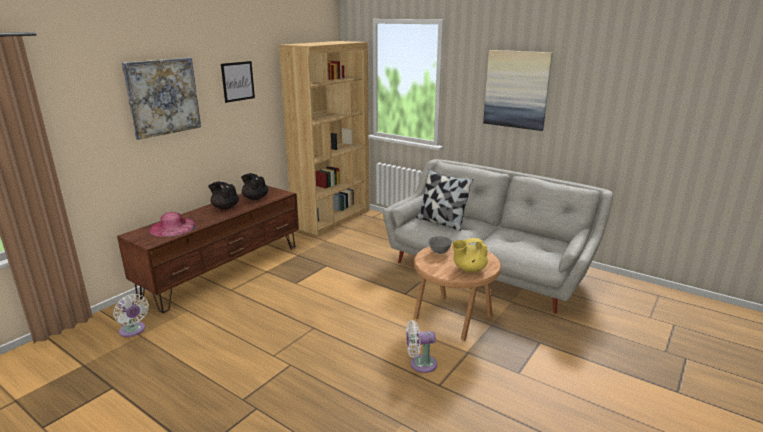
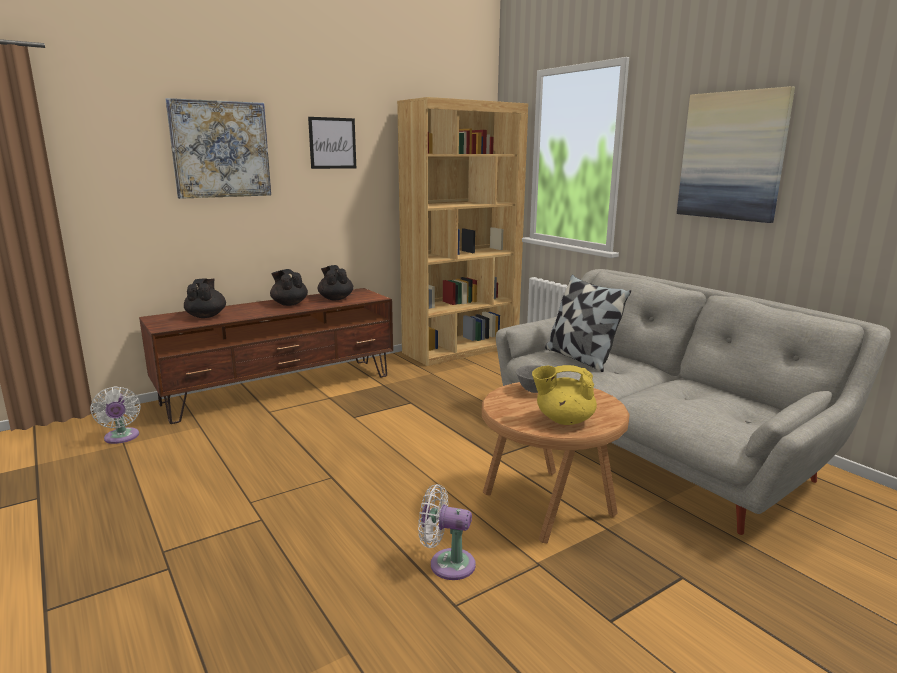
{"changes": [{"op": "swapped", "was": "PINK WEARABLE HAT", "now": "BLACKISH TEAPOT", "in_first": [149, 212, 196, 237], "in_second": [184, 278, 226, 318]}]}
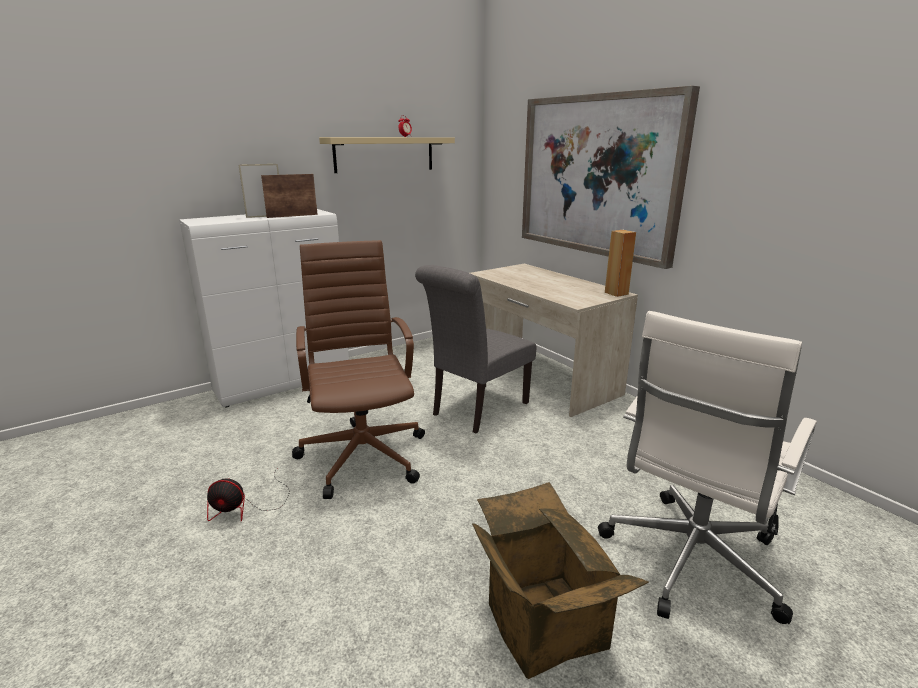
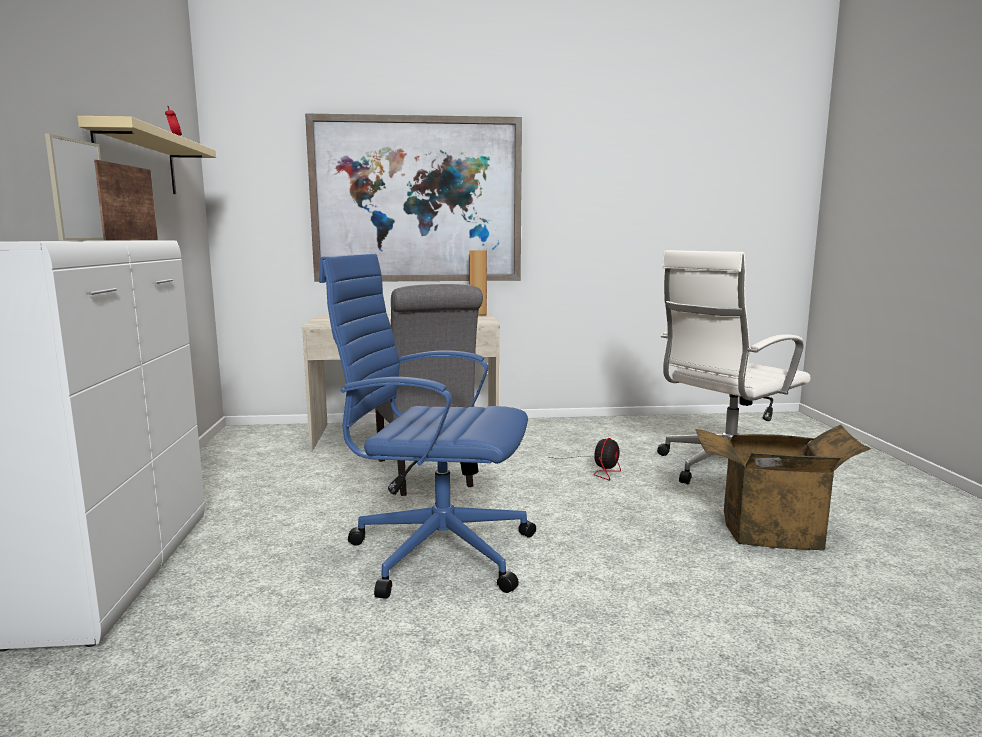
{"changes": [{"op": "repainted", "was": "BROWN COMPUTER CHAIR", "now": "BLUE COMPUTER CHAIR", "in_first": [292, 240, 425, 499], "in_second": [319, 253, 536, 599]}, {"op": "shifted", "was": "FAN", "in_first": [207, 469, 290, 522], "in_second": [550, 438, 621, 481]}, {"op": "rotated", "was": "WHITISH COMPUTER CHAIR", "in_first": [598, 311, 817, 624], "in_second": [657, 250, 811, 484], "clockwise": 75}]}
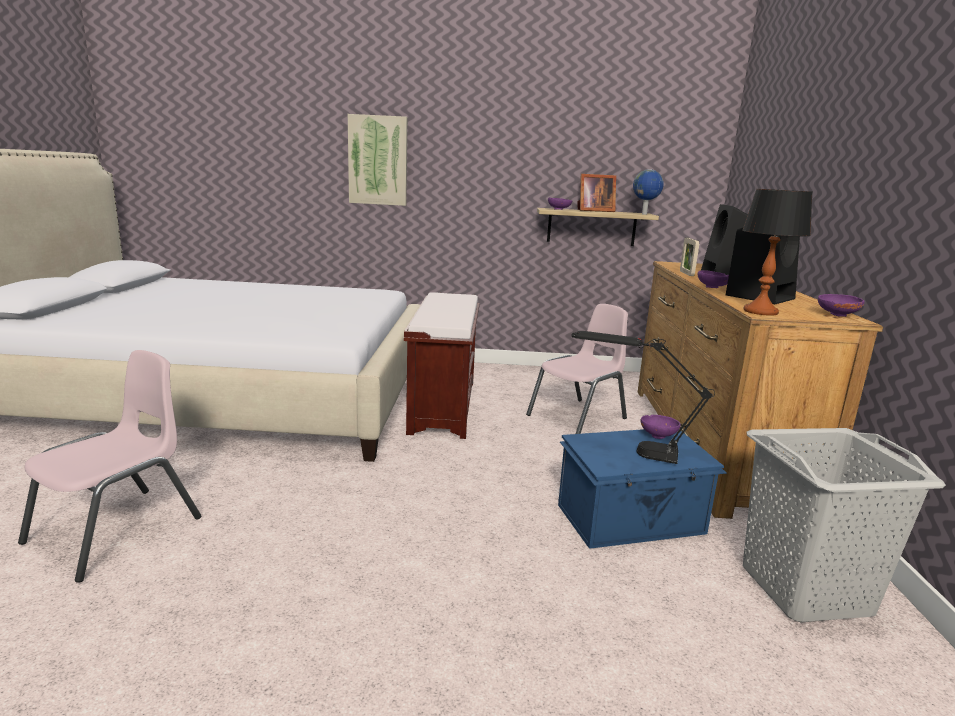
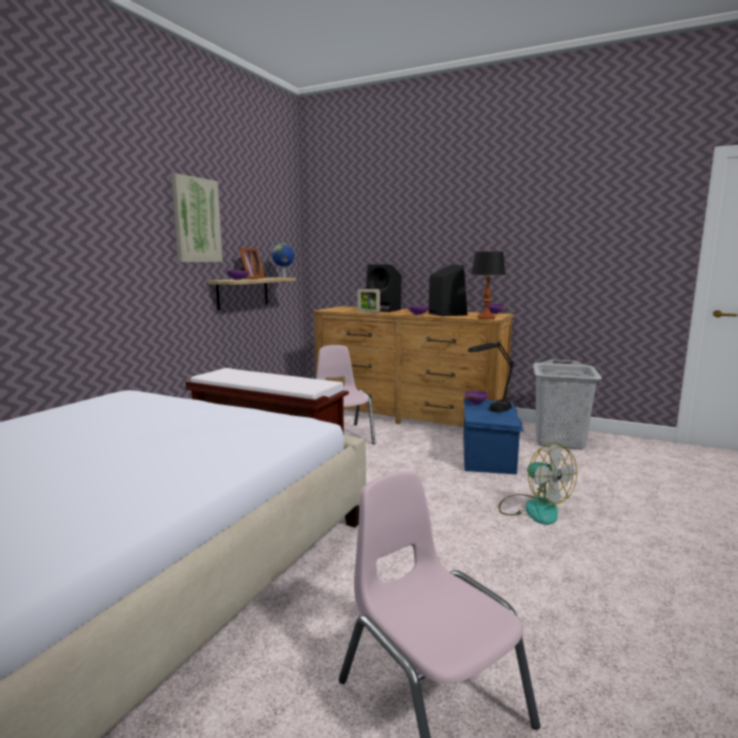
{"changes": [{"op": "shifted", "was": "WALL PICTURE", "in_first": [348, 114, 407, 206], "in_second": [171, 173, 223, 262]}, {"op": "new", "now": "FAN", "in_second": [499, 443, 577, 525]}]}
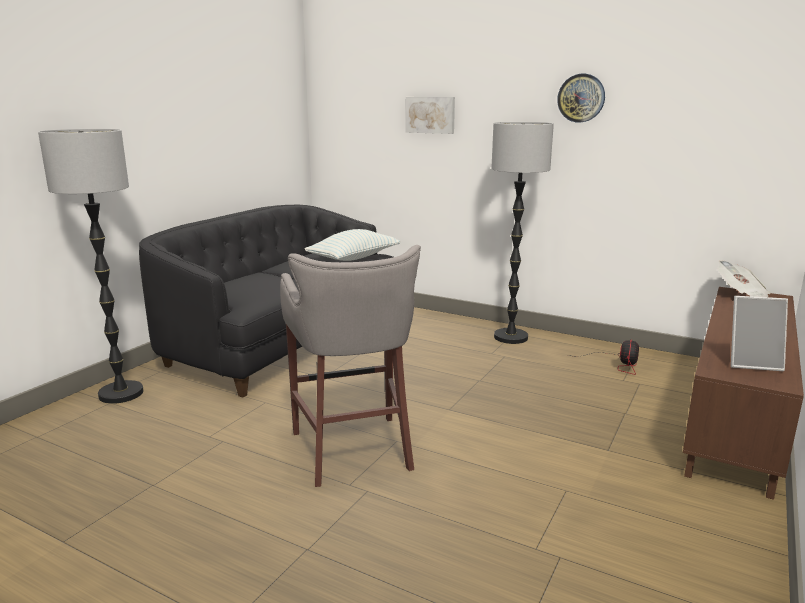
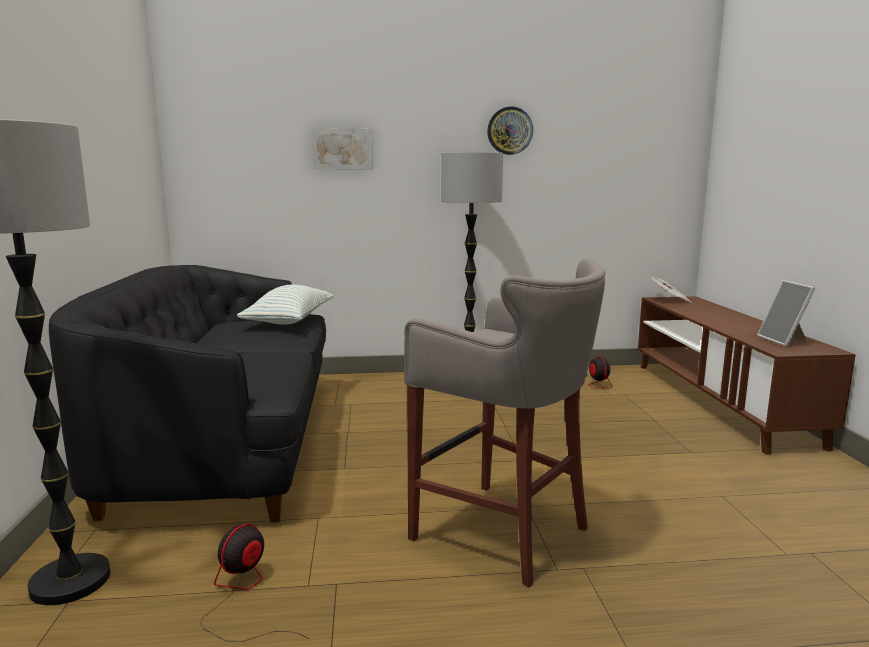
{"changes": [{"op": "new", "now": "FAN", "in_second": [201, 524, 309, 642]}, {"op": "rotated", "was": "PICTURE FRAME", "in_first": [731, 296, 788, 371], "in_second": [757, 280, 815, 347], "clockwise": 105}]}
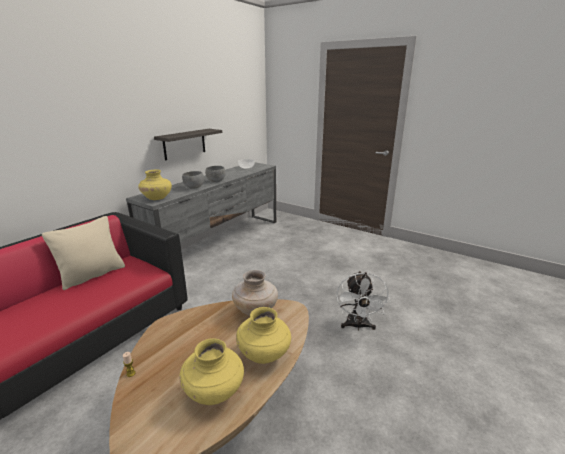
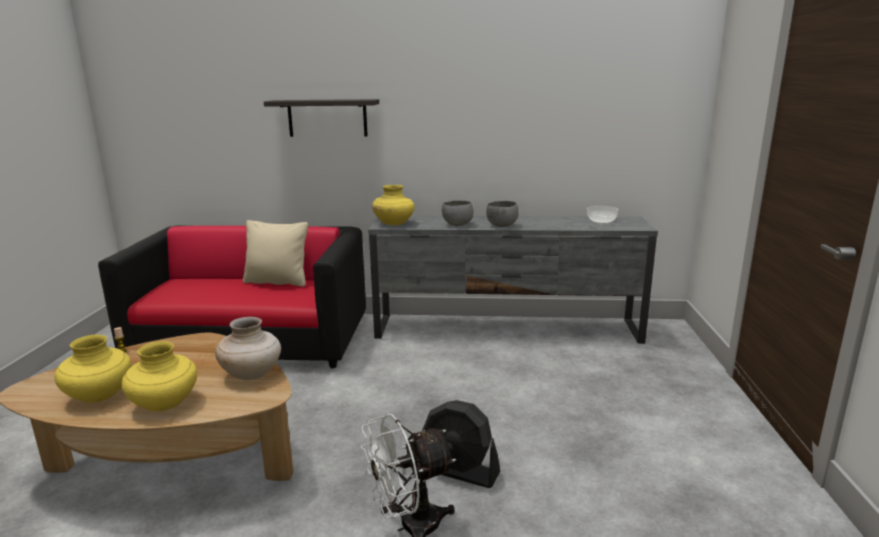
{"changes": [{"op": "shifted", "was": "WALL SHELF", "in_first": [154, 129, 222, 160], "in_second": [264, 99, 379, 137]}, {"op": "new", "now": "BLACKISH FAN", "in_second": [422, 400, 500, 488]}]}
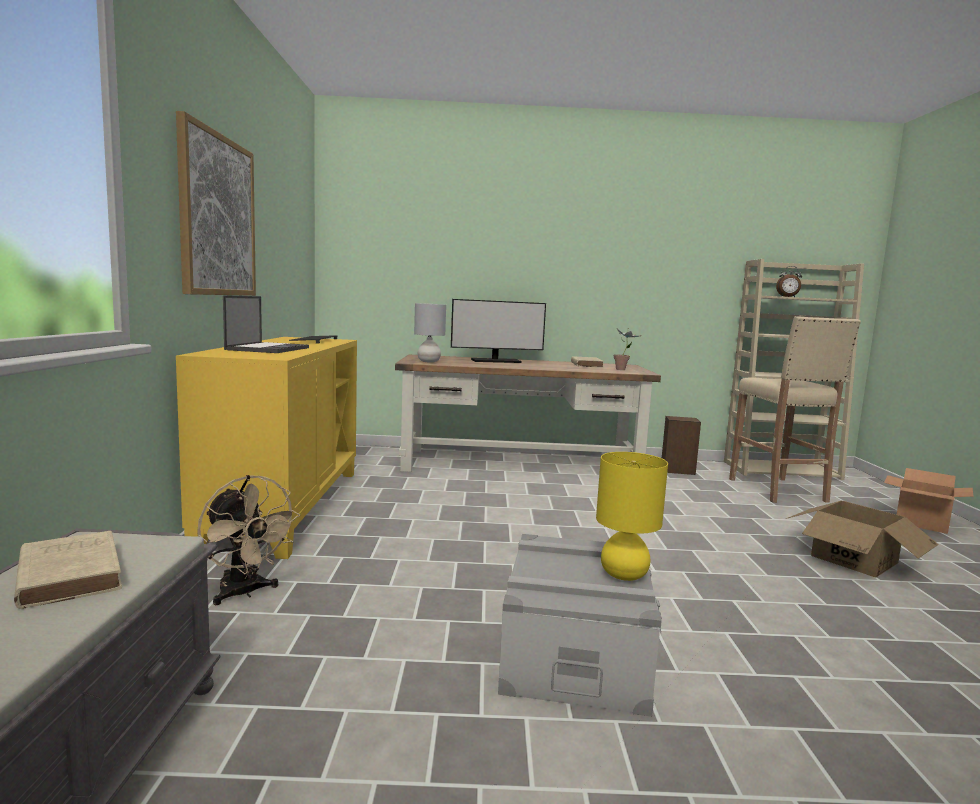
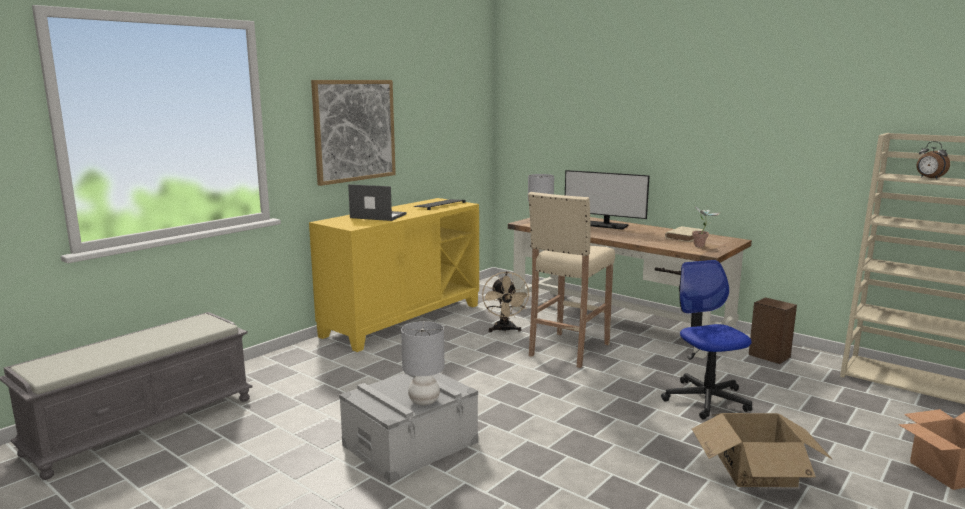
{"changes": [{"op": "rotated", "was": "PORTABLE COMPUTER", "in_first": [223, 295, 309, 353], "in_second": [348, 184, 406, 221], "clockwise": -120}, {"op": "repainted", "was": "YELLOW-COLOURED TABLETOP LAMP", "now": "GREY TABLETOP LAMP", "in_first": [596, 452, 668, 581], "in_second": [401, 321, 444, 405]}, {"op": "shifted", "was": "BEIGE FAN", "in_first": [197, 475, 300, 605], "in_second": [482, 271, 530, 333]}, {"op": "shifted", "was": "BEIGE STOOL", "in_first": [729, 316, 861, 503], "in_second": [528, 192, 615, 368]}, {"op": "new", "now": "COMPUTER CHAIR", "in_second": [661, 260, 752, 419]}, {"op": "gone", "was": "BEIGE BOUND BOOK", "in_first": [14, 531, 122, 609]}]}
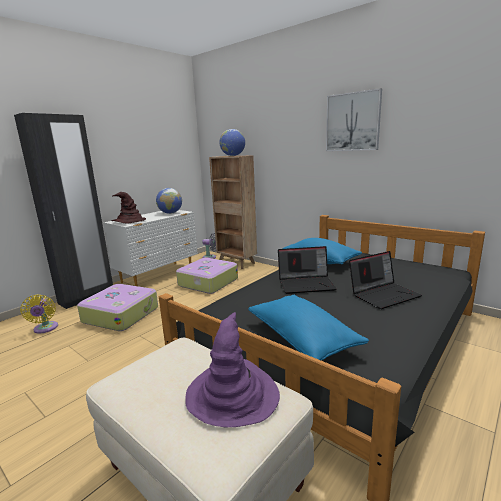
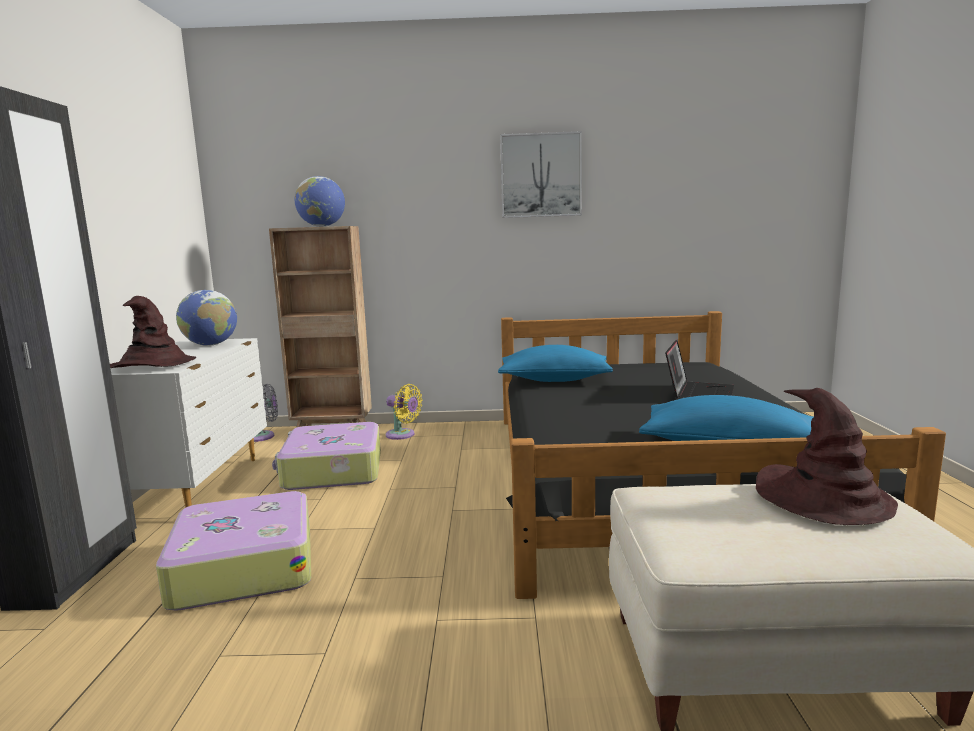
{"changes": [{"op": "shifted", "was": "YELLOW-COLOURED FAN", "in_first": [20, 295, 58, 334], "in_second": [386, 384, 422, 440]}, {"op": "repainted", "was": "PURPLE WEARABLE HAT", "now": "BROWN WEARABLE HAT", "in_first": [185, 312, 280, 427], "in_second": [756, 388, 898, 525]}, {"op": "gone", "was": "PORTABLE COMPUTER", "in_first": [278, 246, 337, 294]}]}
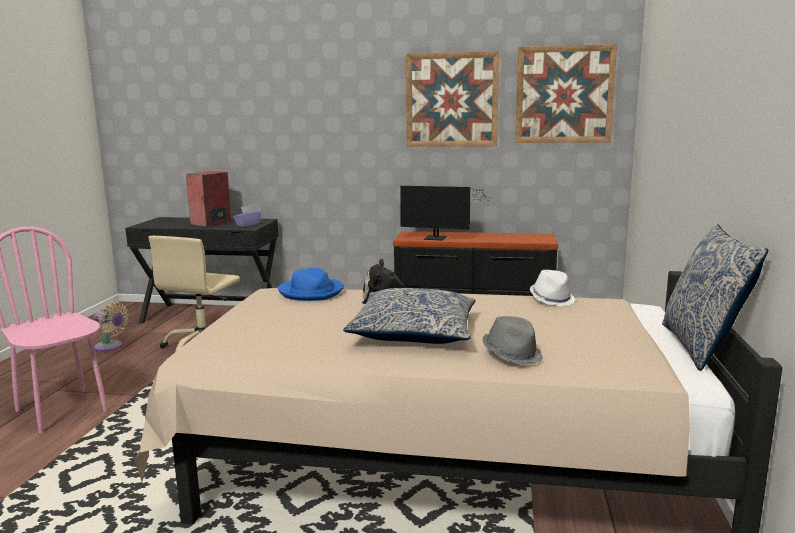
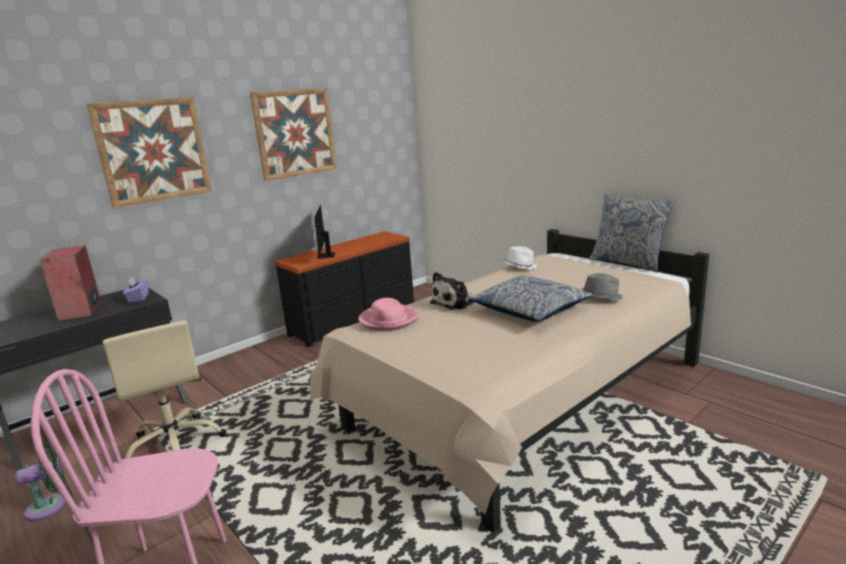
{"changes": [{"op": "repainted", "was": "BEIGE FAN", "now": "GREEN-COLOURED FAN", "in_first": [94, 301, 129, 351], "in_second": [15, 444, 65, 521]}, {"op": "shifted", "was": "WALL PICTURE", "in_first": [515, 44, 617, 143], "in_second": [86, 97, 212, 208]}, {"op": "rotated", "was": "COMPUTER SCREEN", "in_first": [400, 186, 494, 241], "in_second": [313, 205, 335, 259], "clockwise": 120}, {"op": "repainted", "was": "BLUE WEARABLE HAT", "now": "PINK WEARABLE HAT", "in_first": [278, 268, 344, 301], "in_second": [358, 298, 419, 331]}]}
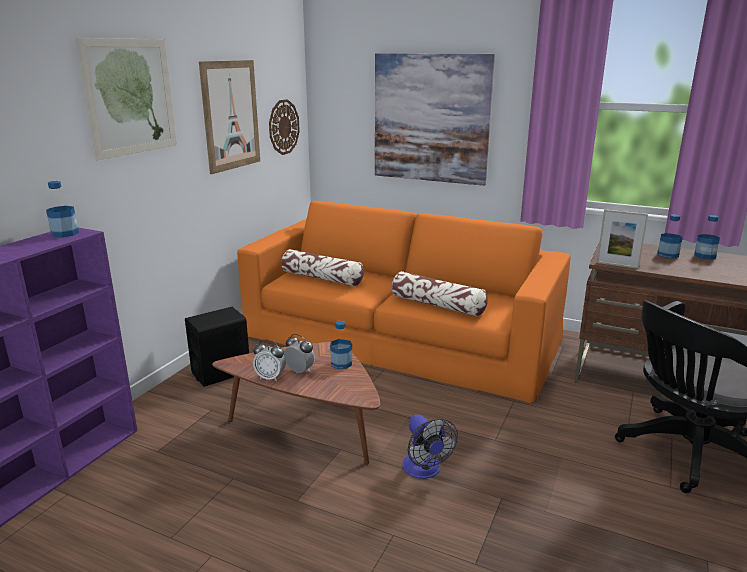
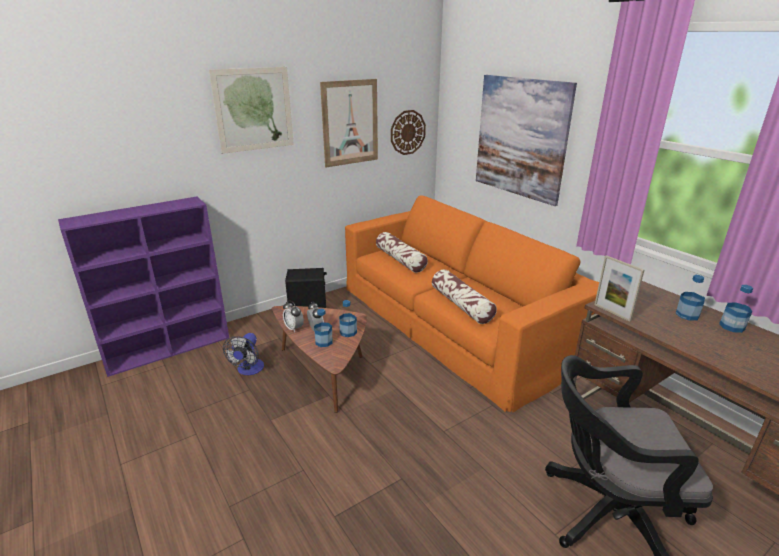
{"changes": [{"op": "shifted", "was": "FAN", "in_first": [402, 415, 458, 479], "in_second": [223, 333, 264, 375]}, {"op": "shifted", "was": "BOTTLE", "in_first": [46, 181, 79, 237], "in_second": [314, 309, 332, 347]}]}
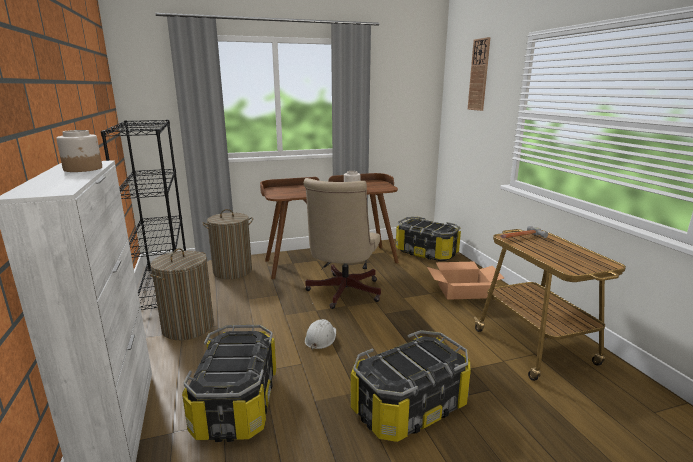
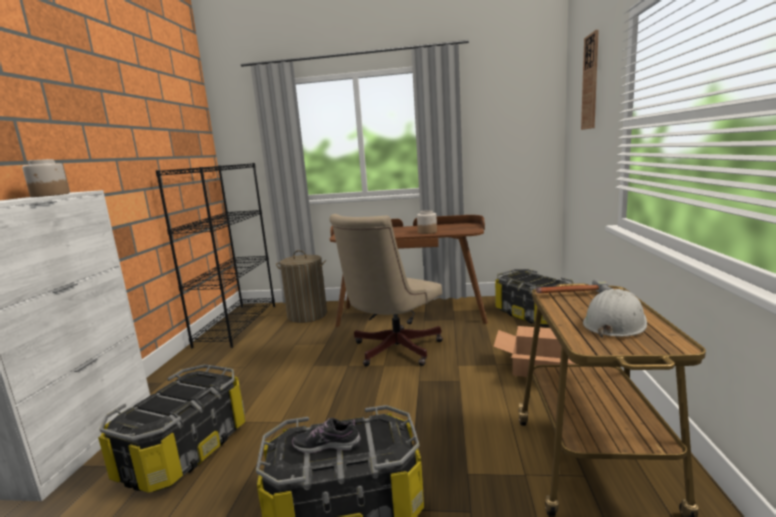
{"changes": [{"op": "new", "now": "LOW SHOE", "in_second": [292, 418, 361, 453]}, {"op": "shifted", "was": "WHITISH HARD HAT", "in_first": [305, 319, 336, 350], "in_second": [583, 289, 647, 338]}, {"op": "gone", "was": "LAUNDRY BASKET", "in_first": [149, 248, 214, 340]}]}
